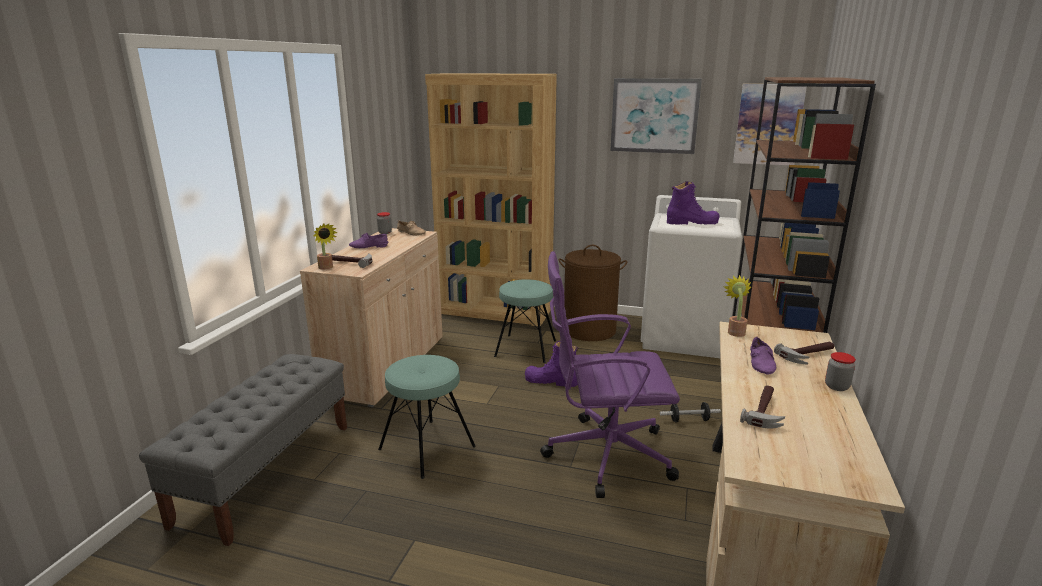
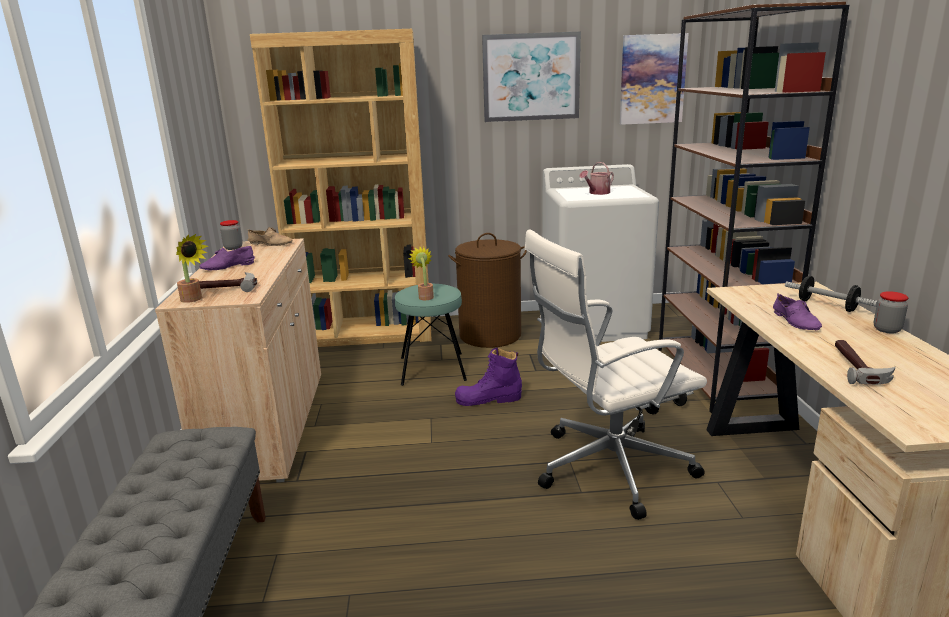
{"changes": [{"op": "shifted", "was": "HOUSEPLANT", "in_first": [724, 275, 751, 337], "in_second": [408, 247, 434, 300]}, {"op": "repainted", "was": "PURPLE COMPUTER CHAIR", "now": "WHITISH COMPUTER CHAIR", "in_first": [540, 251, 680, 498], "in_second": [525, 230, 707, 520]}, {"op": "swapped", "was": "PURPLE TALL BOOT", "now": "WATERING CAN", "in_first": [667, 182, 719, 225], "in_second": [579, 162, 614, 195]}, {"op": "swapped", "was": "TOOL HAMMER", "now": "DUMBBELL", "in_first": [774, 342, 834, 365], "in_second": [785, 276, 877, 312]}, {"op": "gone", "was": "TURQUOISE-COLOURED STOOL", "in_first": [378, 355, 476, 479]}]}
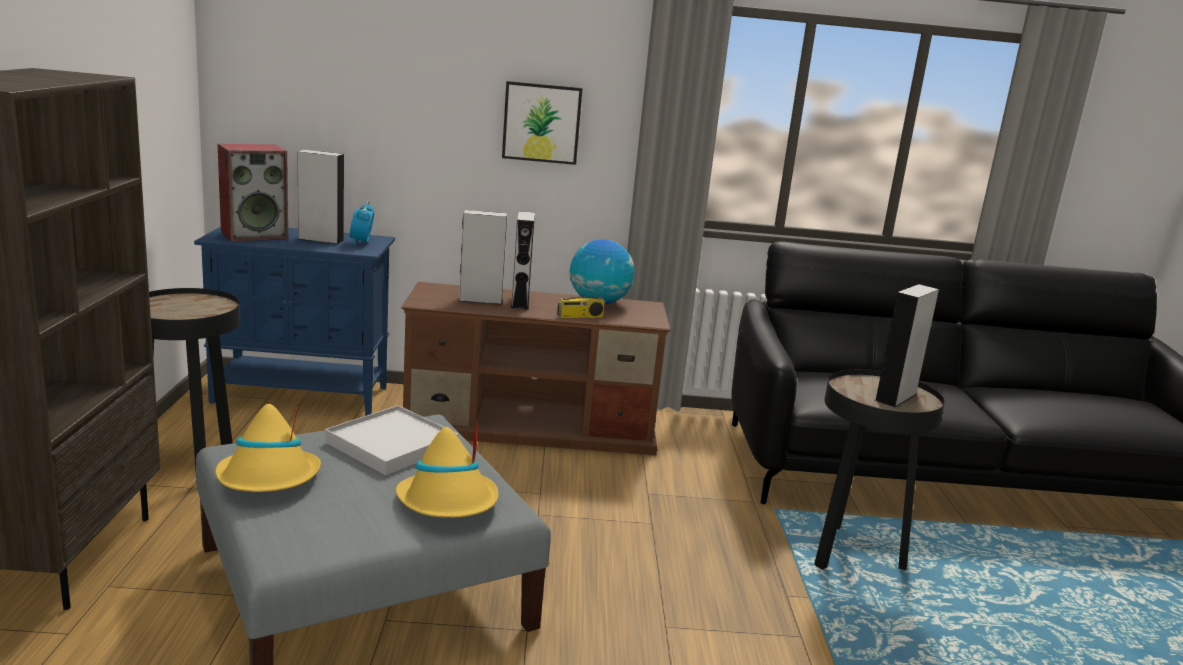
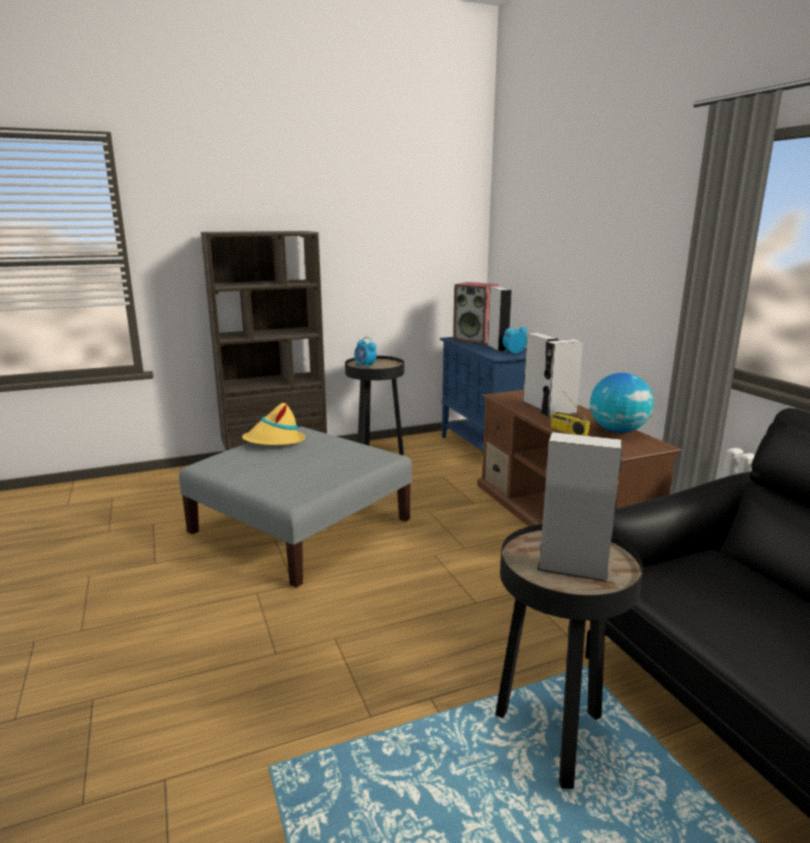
{"changes": [{"op": "new", "now": "ALARM CLOCK", "in_second": [354, 337, 377, 368]}, {"op": "gone", "was": "WHITISH SERVING TRAY", "in_first": [325, 405, 459, 475]}, {"op": "gone", "was": "YELLOW-COLOURED WEARABLE HAT", "in_first": [396, 419, 498, 518]}, {"op": "gone", "was": "WALL PICTURE", "in_first": [502, 81, 582, 165]}]}
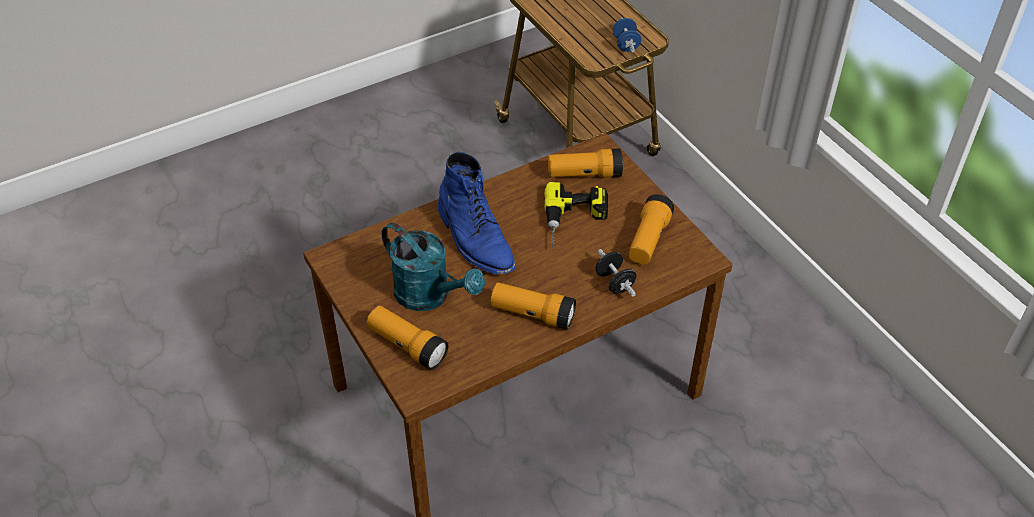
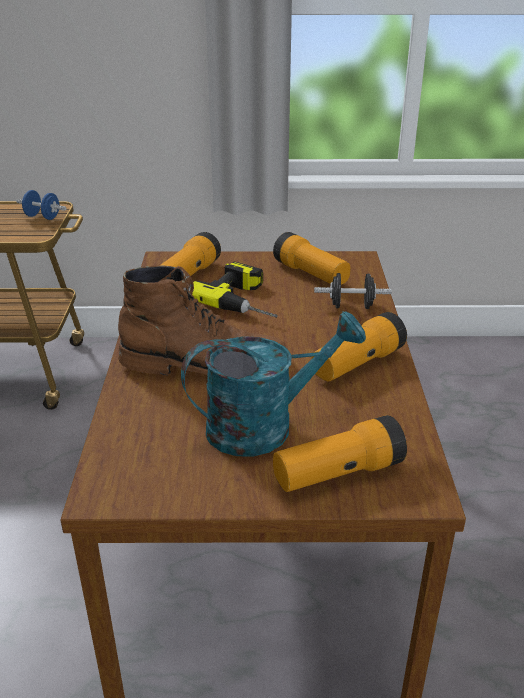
{"changes": [{"op": "repainted", "was": "BLUE TALL BOOT", "now": "BROWN TALL BOOT", "in_first": [438, 151, 515, 275], "in_second": [118, 266, 286, 375]}]}
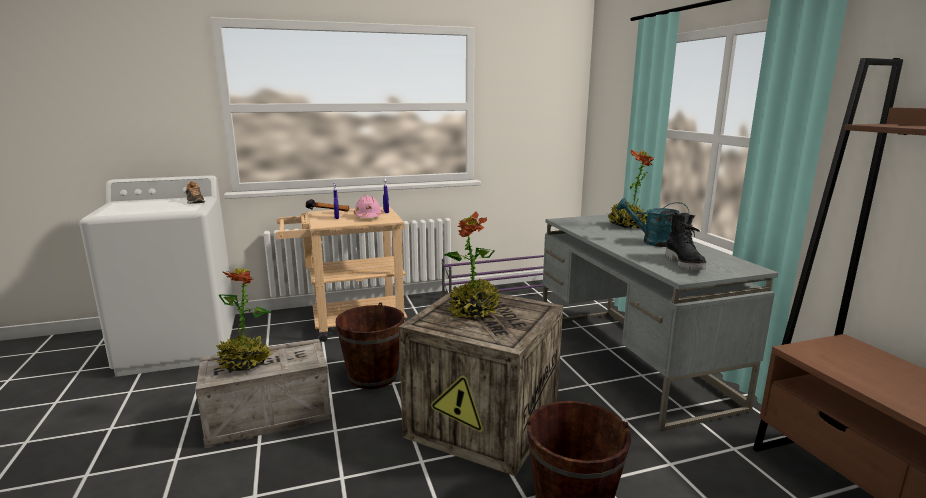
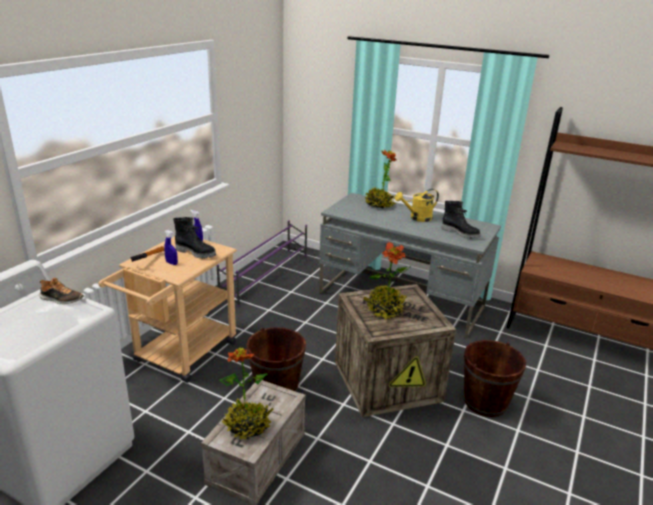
{"changes": [{"op": "swapped", "was": "PINK HARD HAT", "now": "BLACKISH TALL BOOT", "in_first": [354, 195, 383, 218], "in_second": [173, 217, 216, 259]}, {"op": "repainted", "was": "TURQUOISE-COLOURED WATERING CAN", "now": "YELLOW-COLOURED WATERING CAN", "in_first": [617, 198, 689, 247], "in_second": [395, 189, 439, 222]}]}
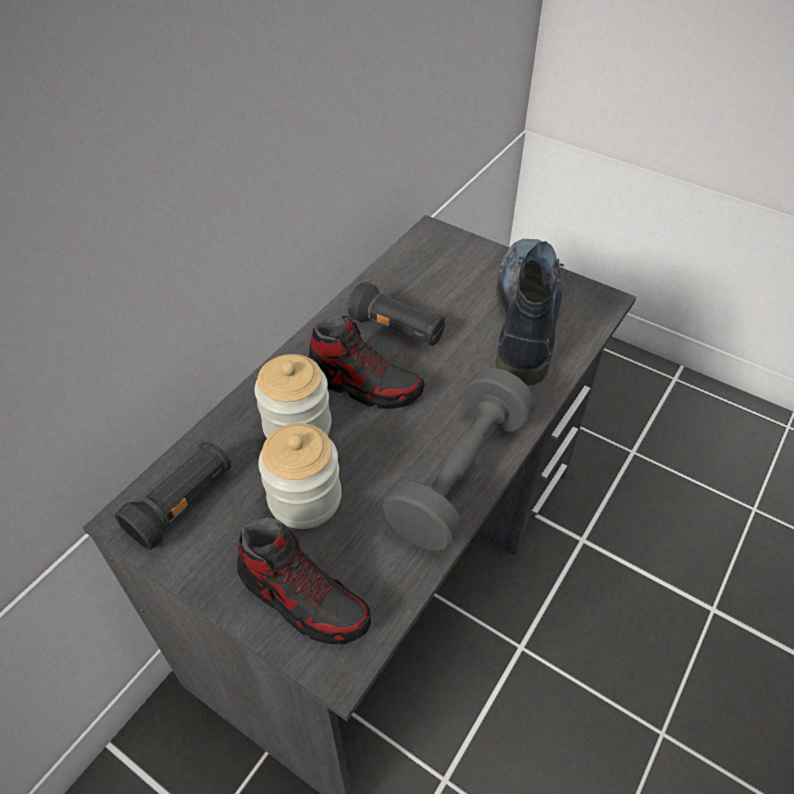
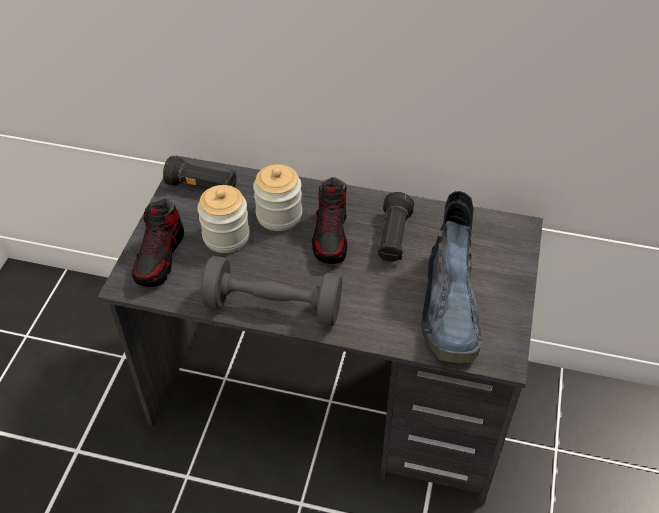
{"changes": [{"op": "rotated", "was": "TALL BOOT", "in_first": [496, 239, 564, 385], "in_second": [421, 191, 482, 363], "clockwise": 105}]}
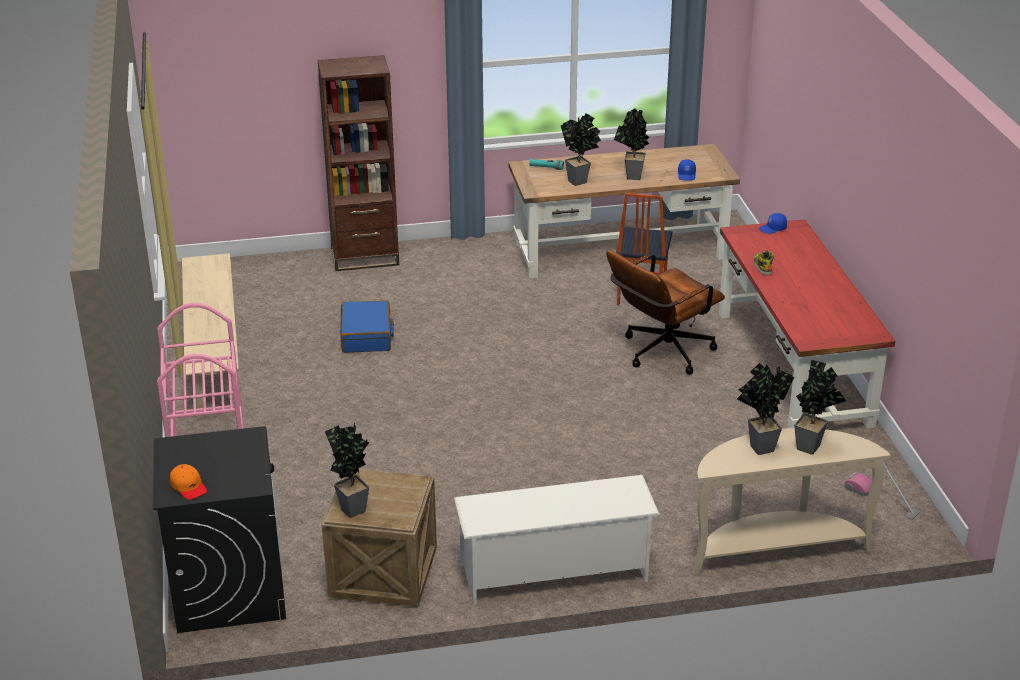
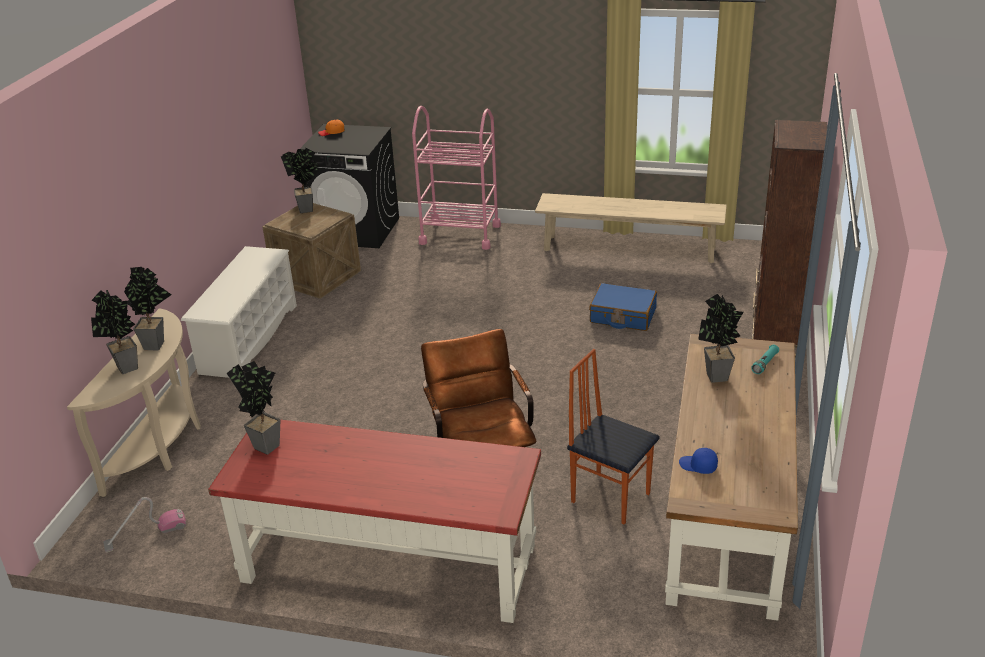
{"changes": [{"op": "shifted", "was": "HOUSEPLANT", "in_first": [614, 108, 649, 180], "in_second": [226, 361, 280, 454]}, {"op": "gone", "was": "TALL BOOT", "in_first": [753, 250, 774, 275]}, {"op": "gone", "was": "BLUE CAP", "in_first": [759, 213, 787, 234]}]}
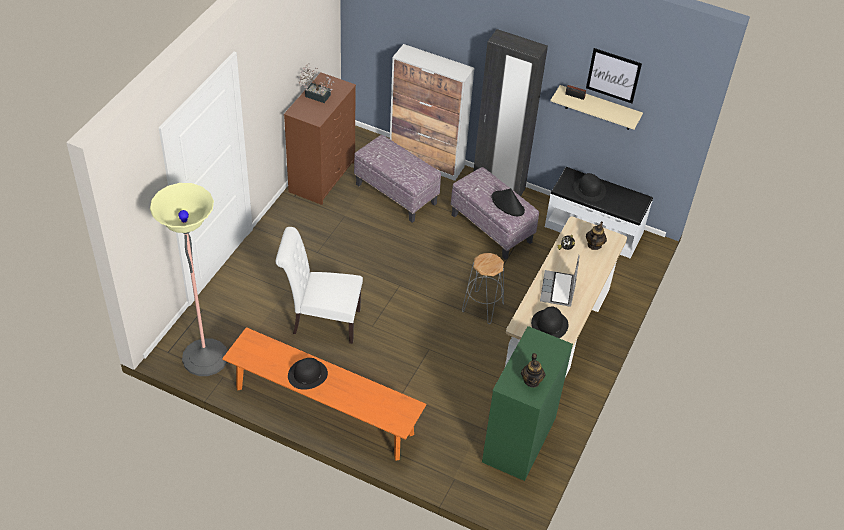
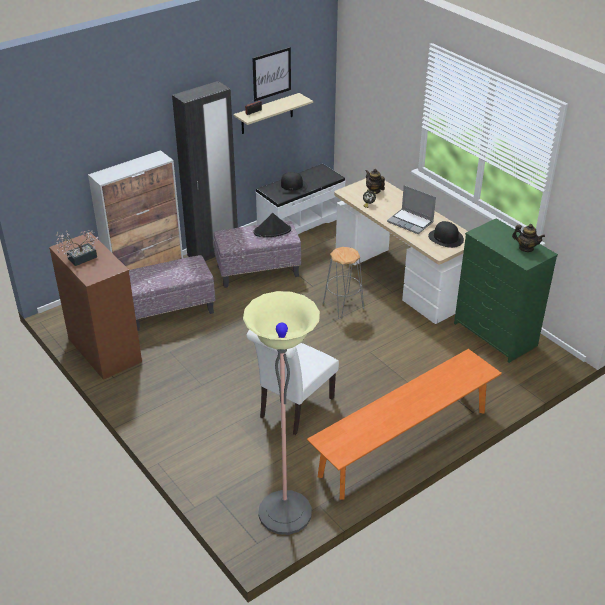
{"changes": [{"op": "gone", "was": "BLACKISH WEARABLE HAT", "in_first": [288, 358, 328, 390]}]}
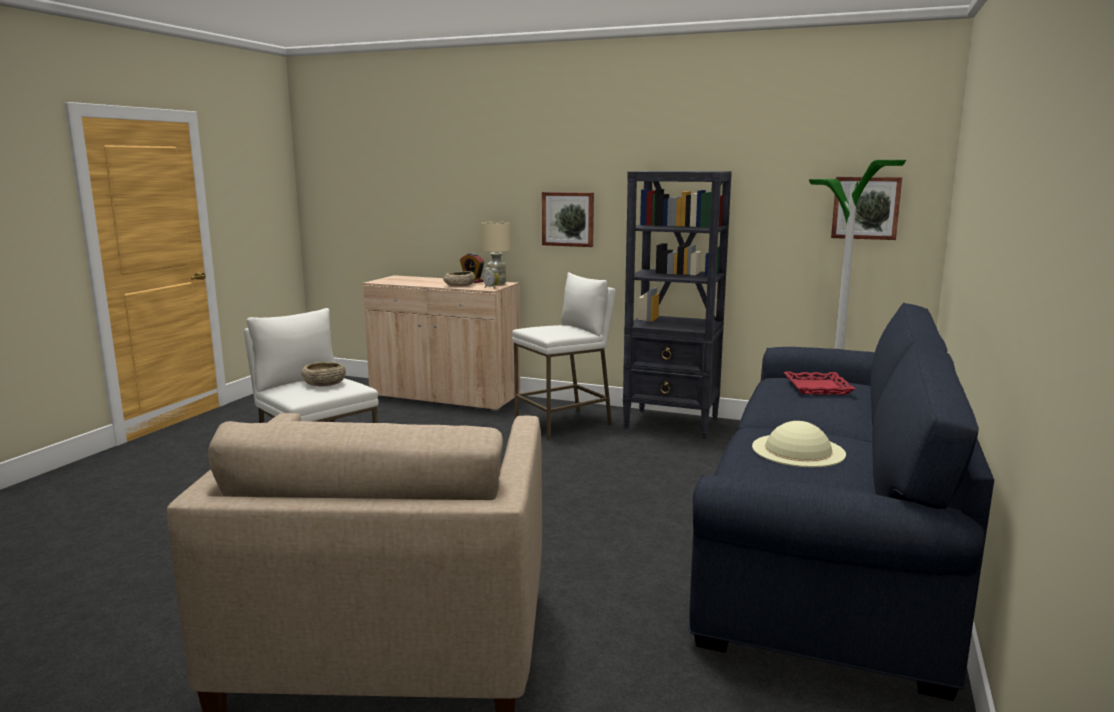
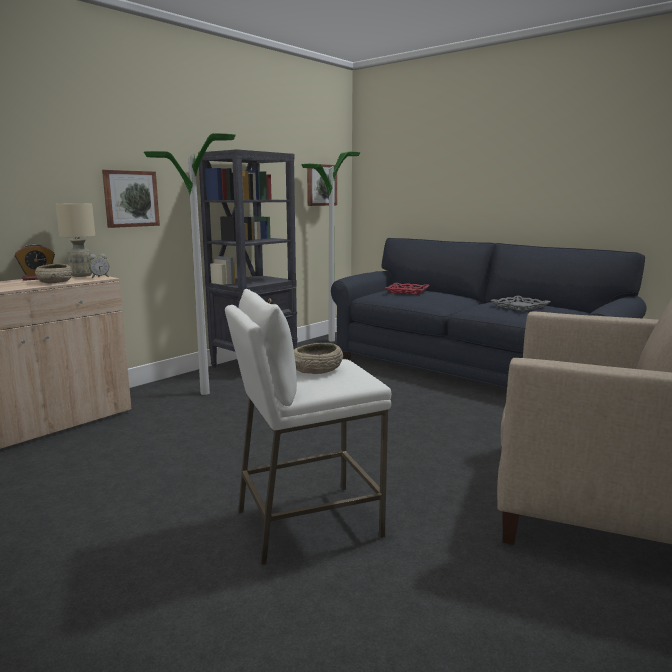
{"changes": [{"op": "swapped", "was": "WHITISH STOOL", "now": "STANDARD LAMP", "in_first": [512, 272, 616, 440], "in_second": [144, 133, 236, 395]}, {"op": "swapped", "was": "BEIGE WEARABLE HAT", "now": "GREY SERVING TRAY", "in_first": [752, 421, 846, 467], "in_second": [490, 296, 550, 311]}]}
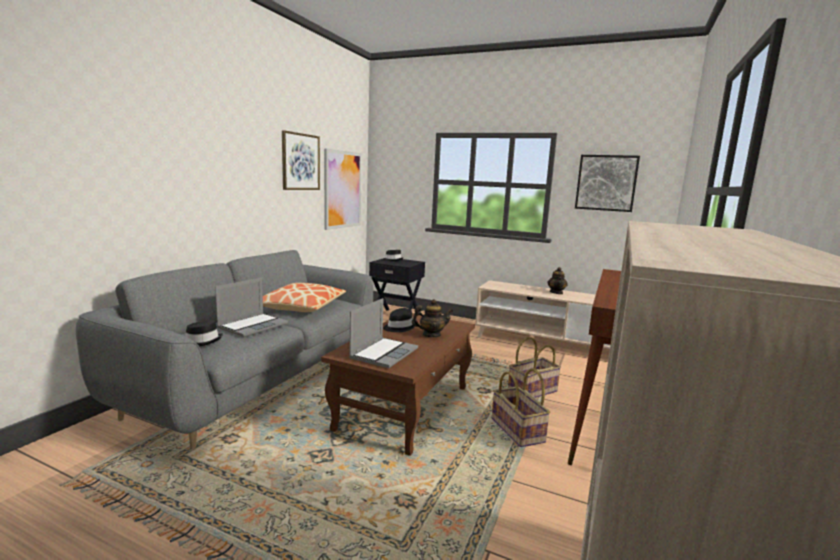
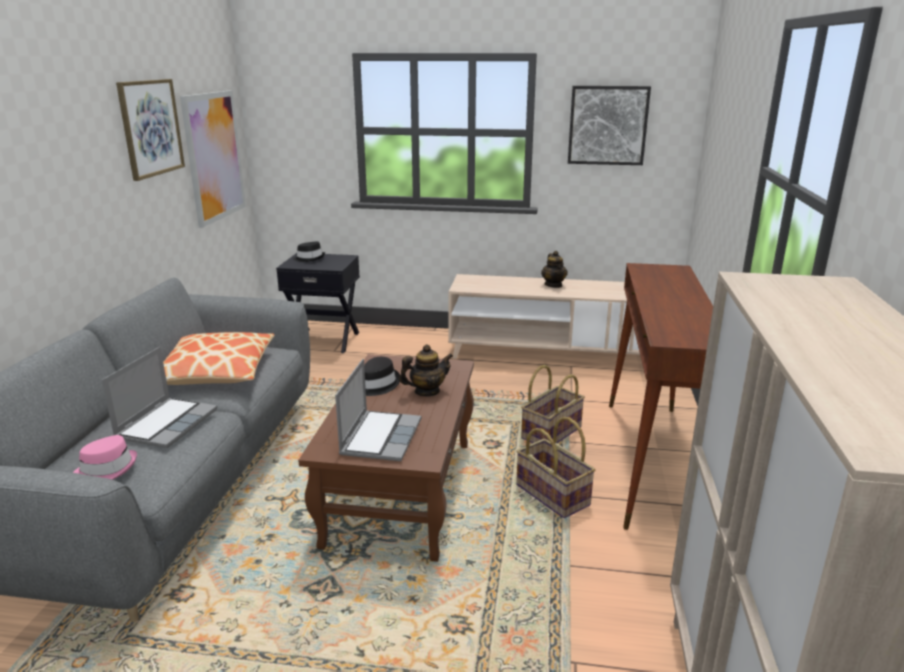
{"changes": [{"op": "repainted", "was": "BLACKISH WEARABLE HAT", "now": "PINK WEARABLE HAT", "in_first": [185, 321, 223, 347], "in_second": [73, 435, 137, 479]}]}
